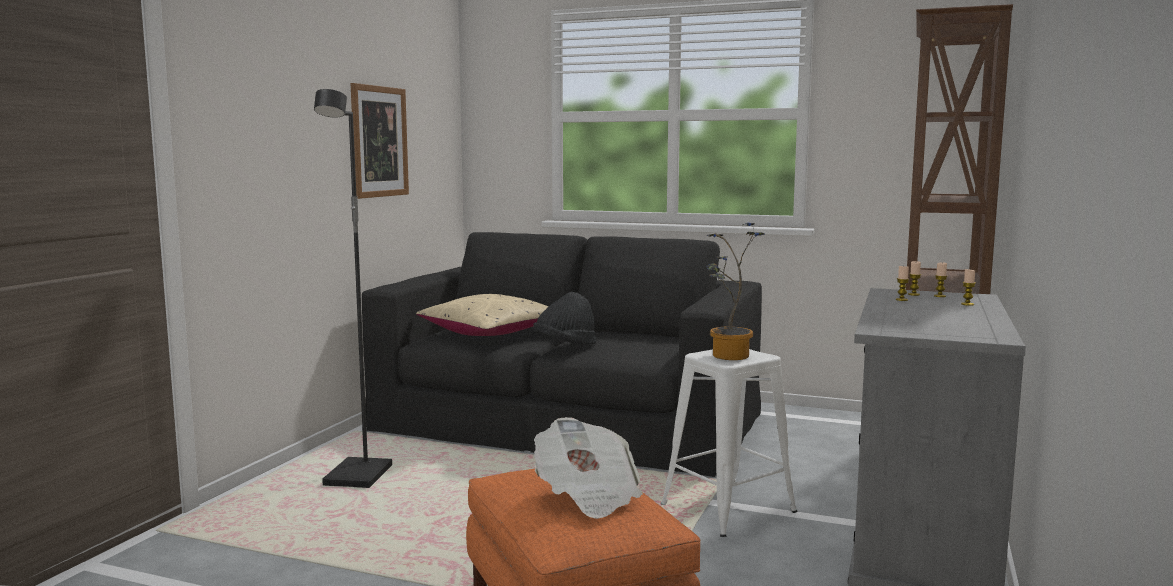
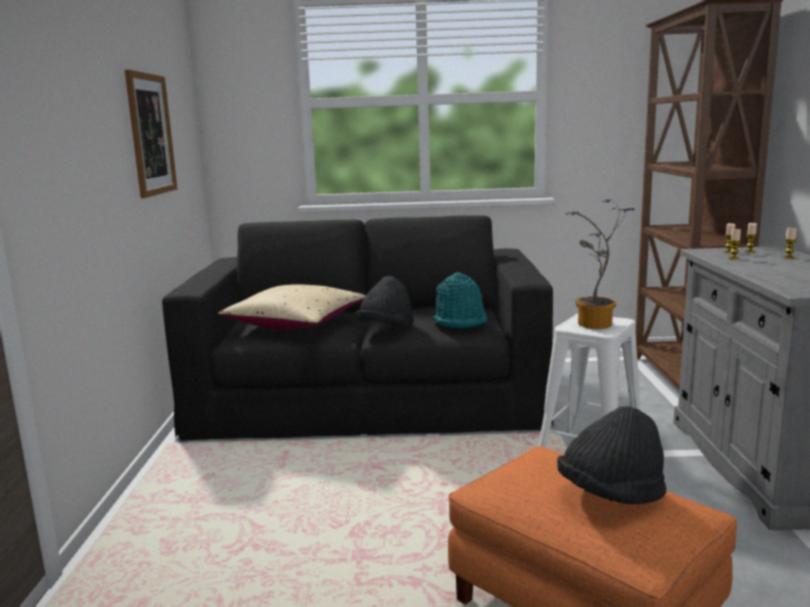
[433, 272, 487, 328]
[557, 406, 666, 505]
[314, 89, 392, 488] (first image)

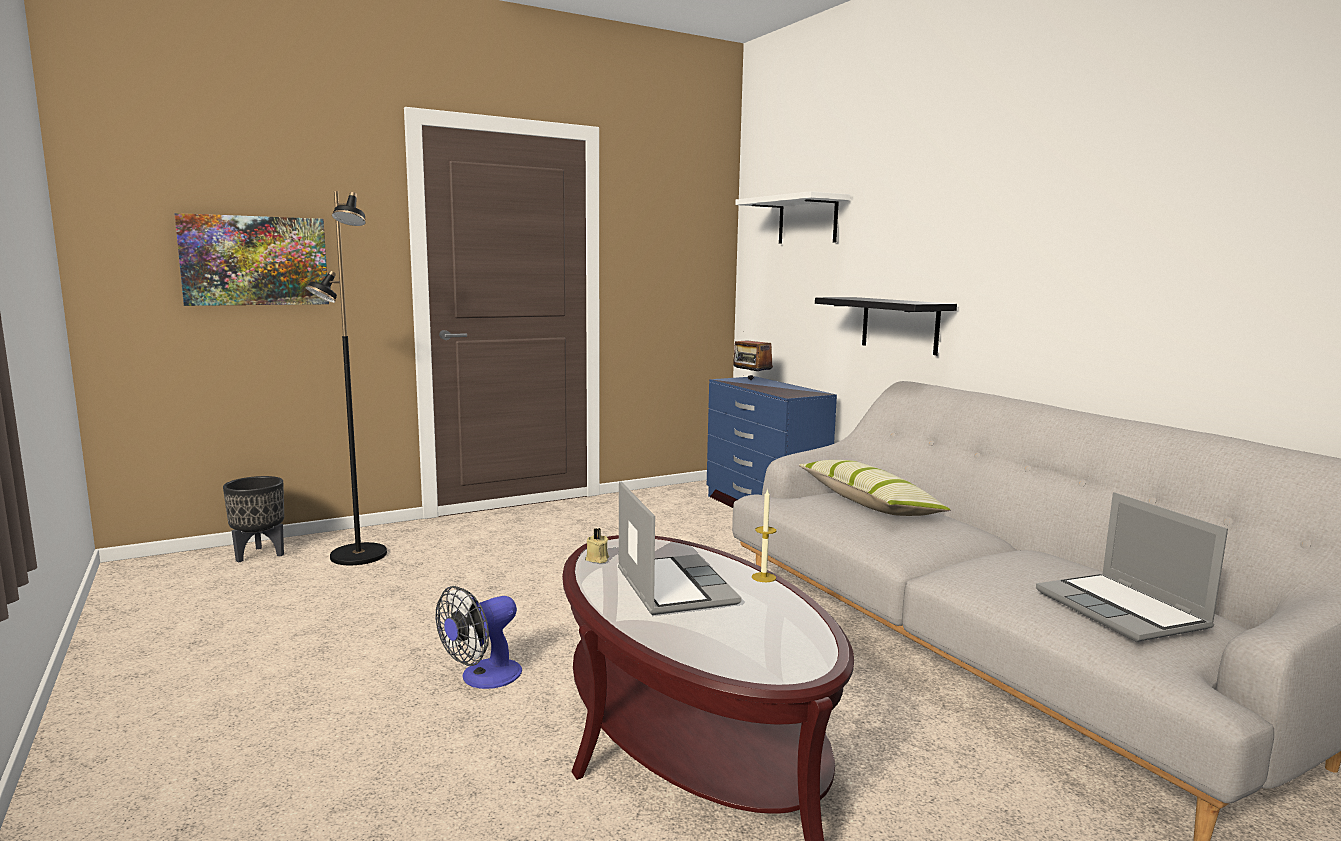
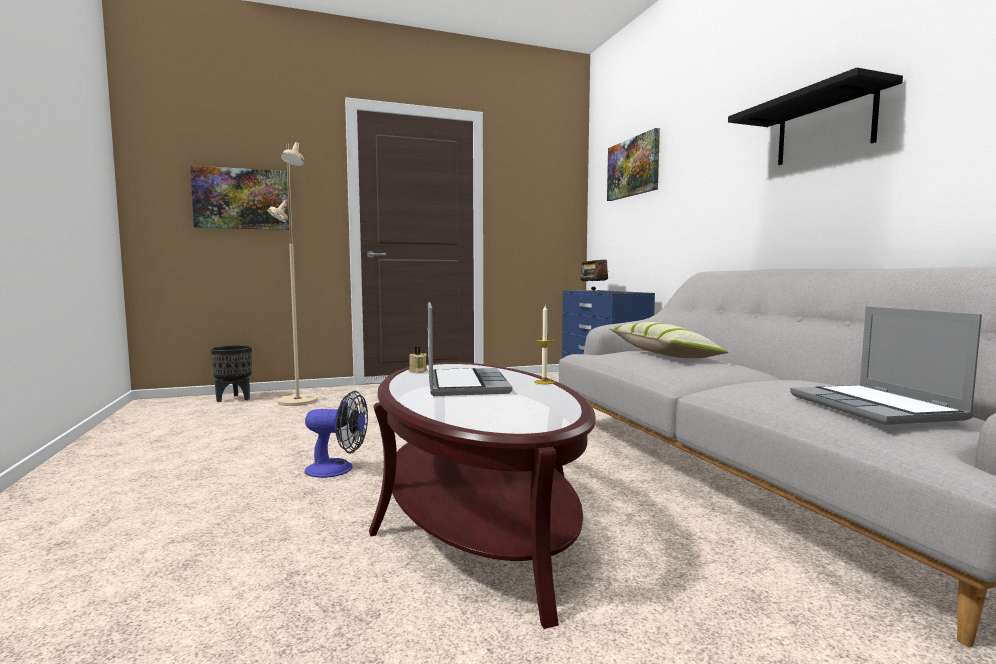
[267, 142, 318, 406]
[305, 391, 368, 478]
[607, 128, 660, 201]
[728, 67, 903, 165]

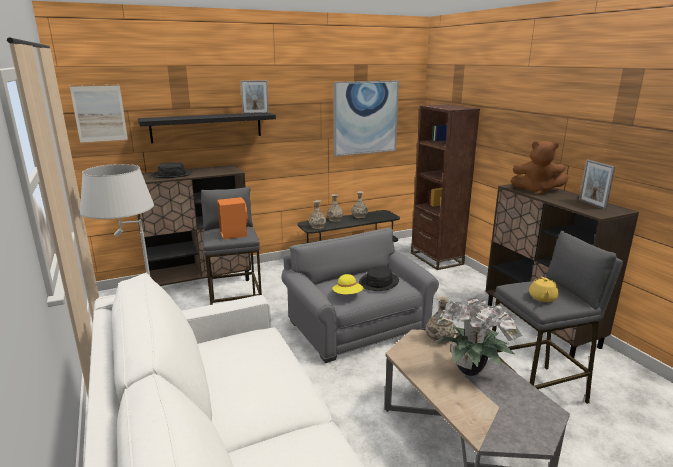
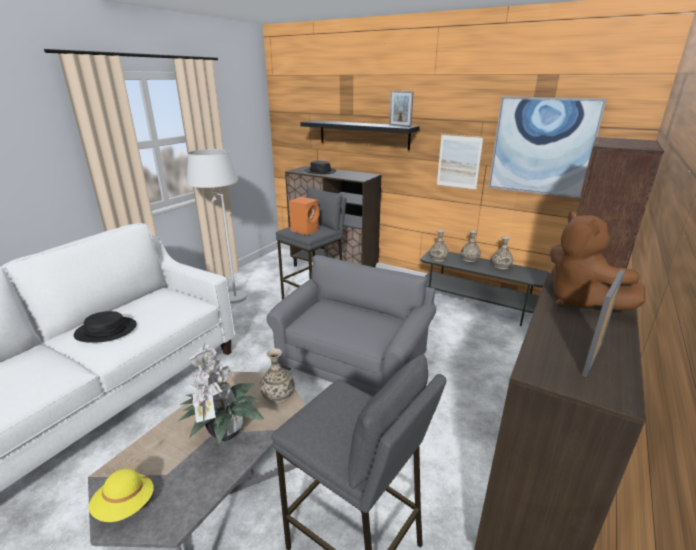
[74, 311, 137, 343]
[89, 468, 154, 522]
[437, 134, 483, 190]
[529, 277, 559, 302] (first image)

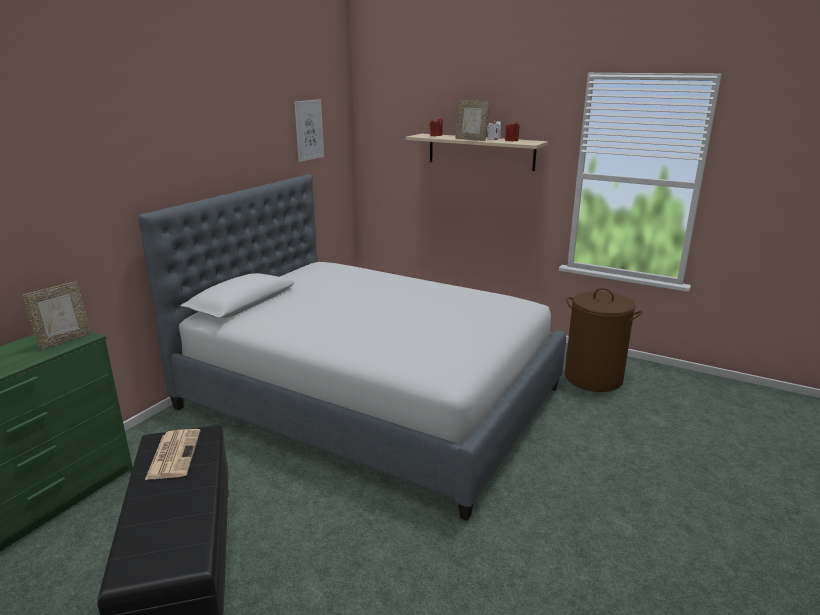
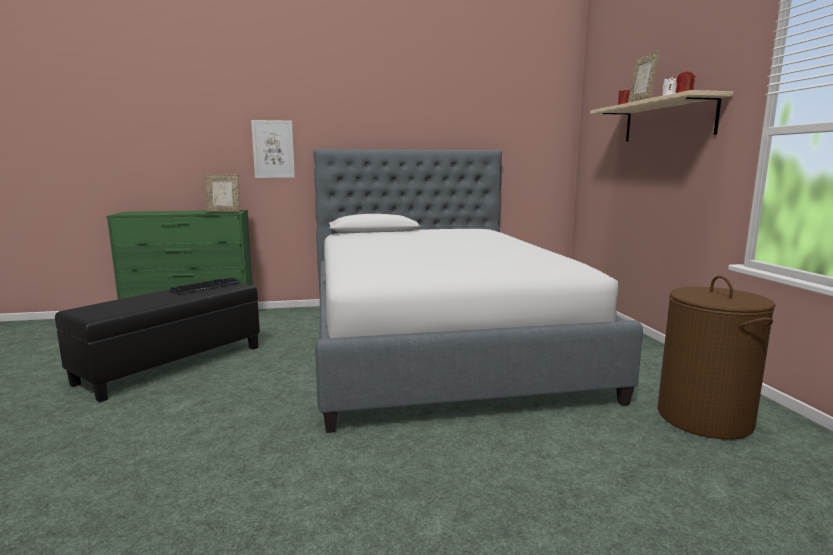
[170, 278, 241, 294]
[251, 120, 295, 178]

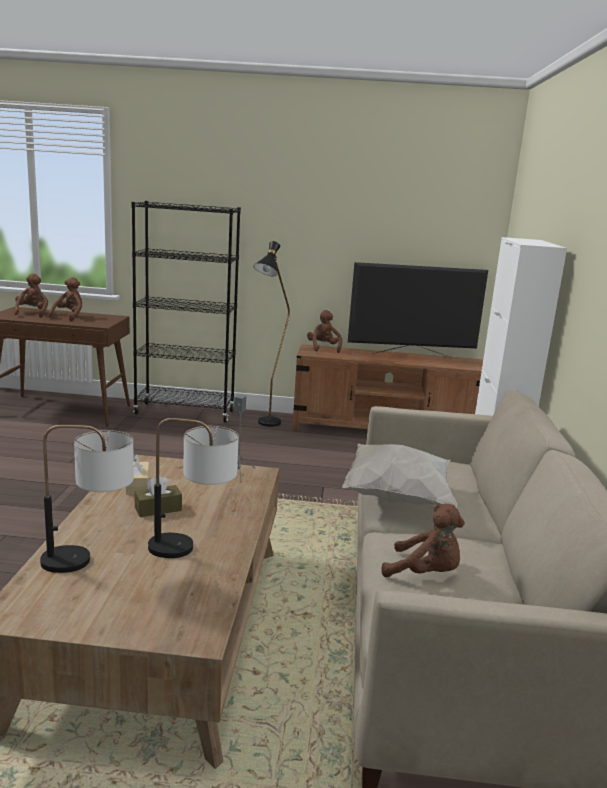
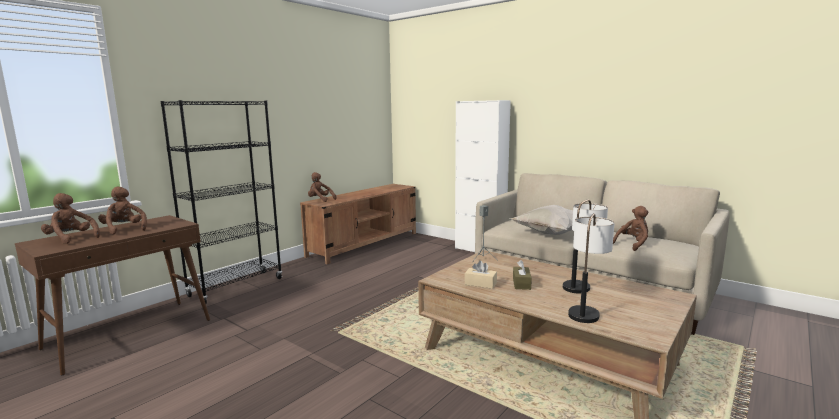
[253, 241, 290, 427] (first image)
[348, 262, 488, 357] (first image)

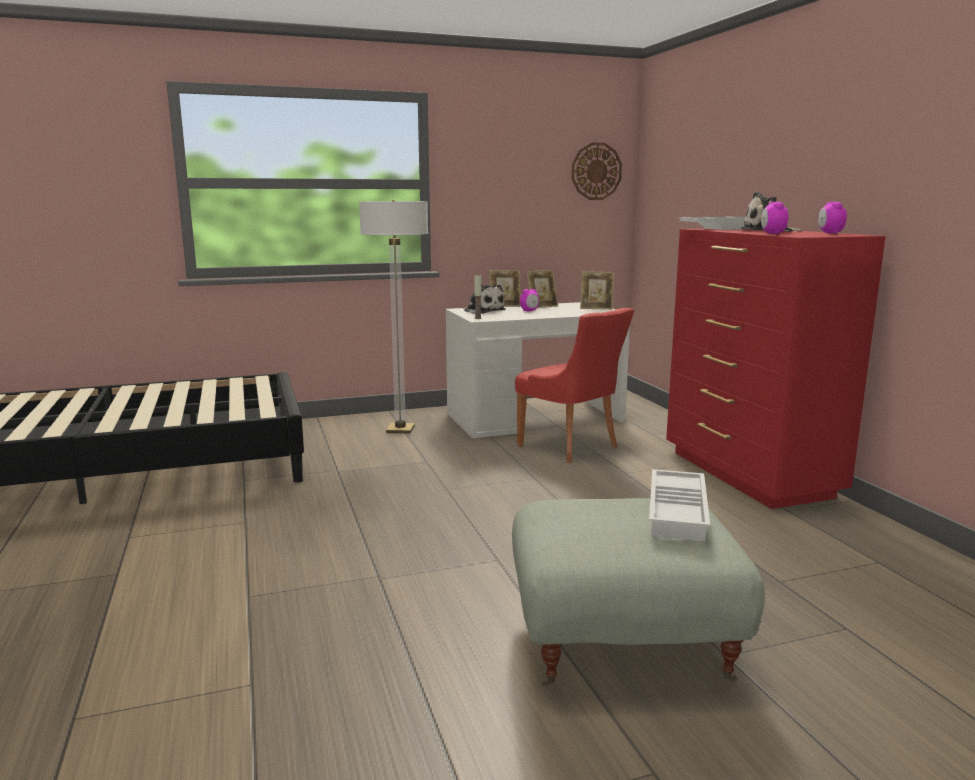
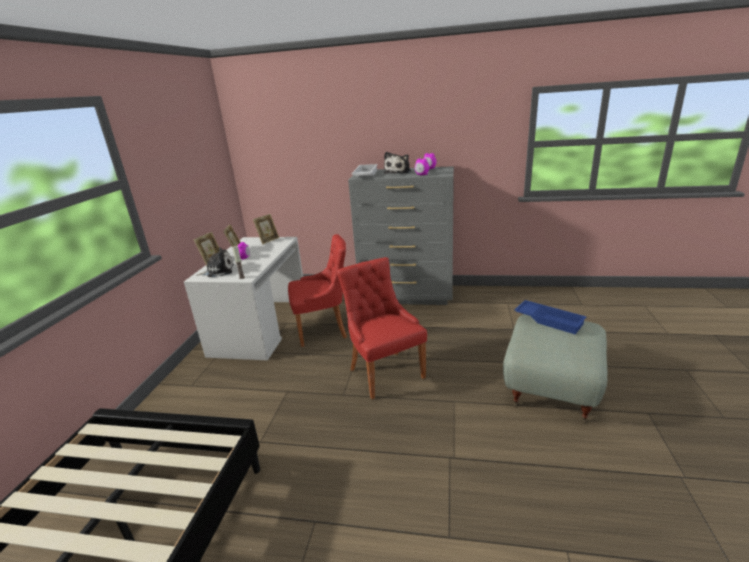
[336, 257, 427, 399]
[348, 166, 454, 305]
[514, 300, 586, 334]
[359, 200, 428, 433] (first image)
[572, 142, 622, 200] (first image)

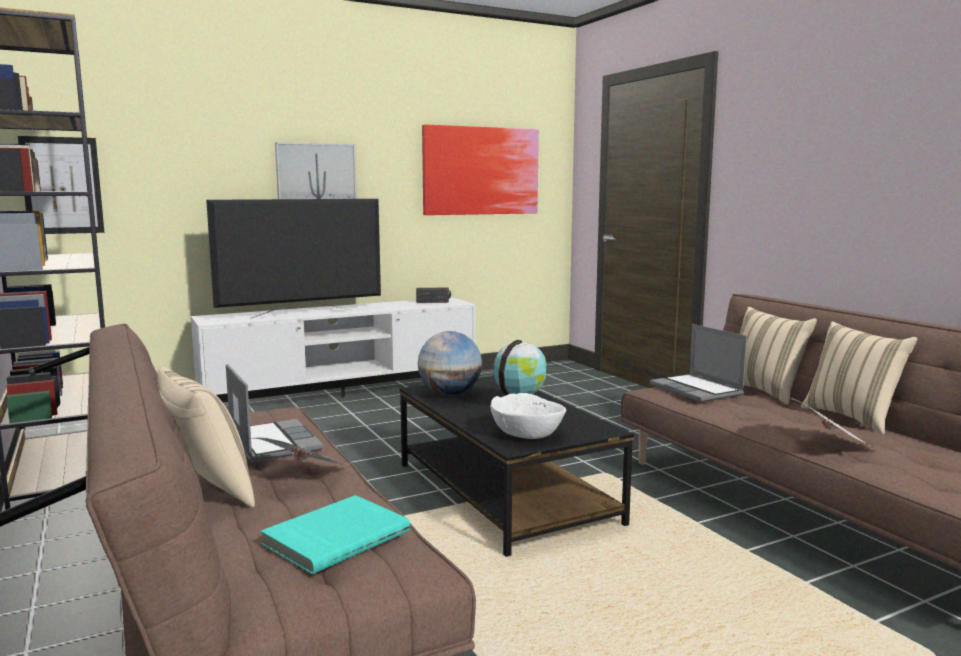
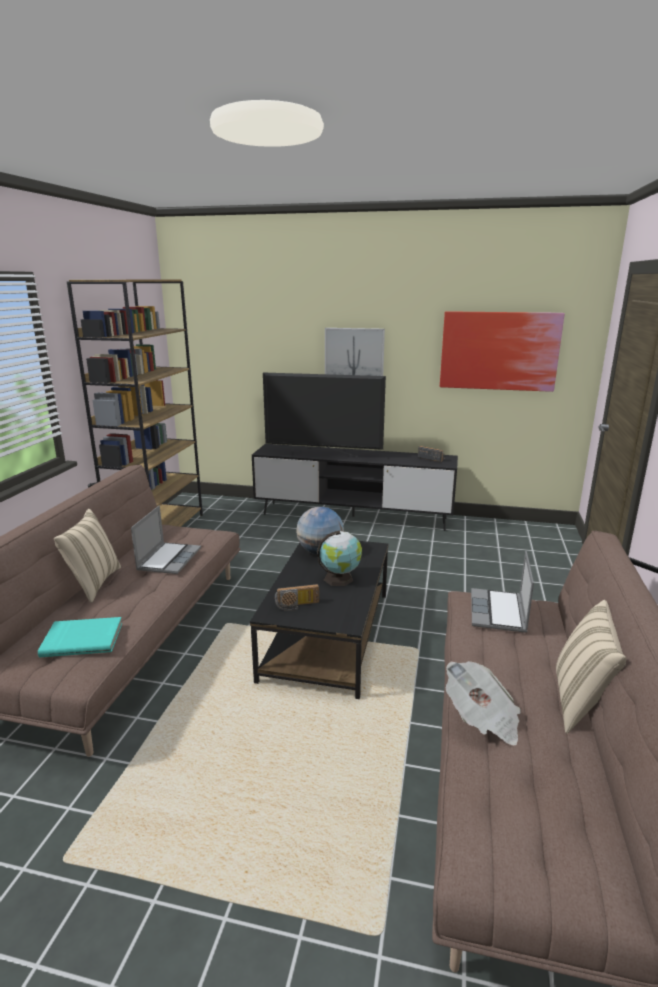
[252, 444, 458, 531]
[275, 584, 319, 611]
[18, 136, 104, 234] (first image)
[253, 438, 346, 465] (first image)
[740, 307, 817, 405] (first image)

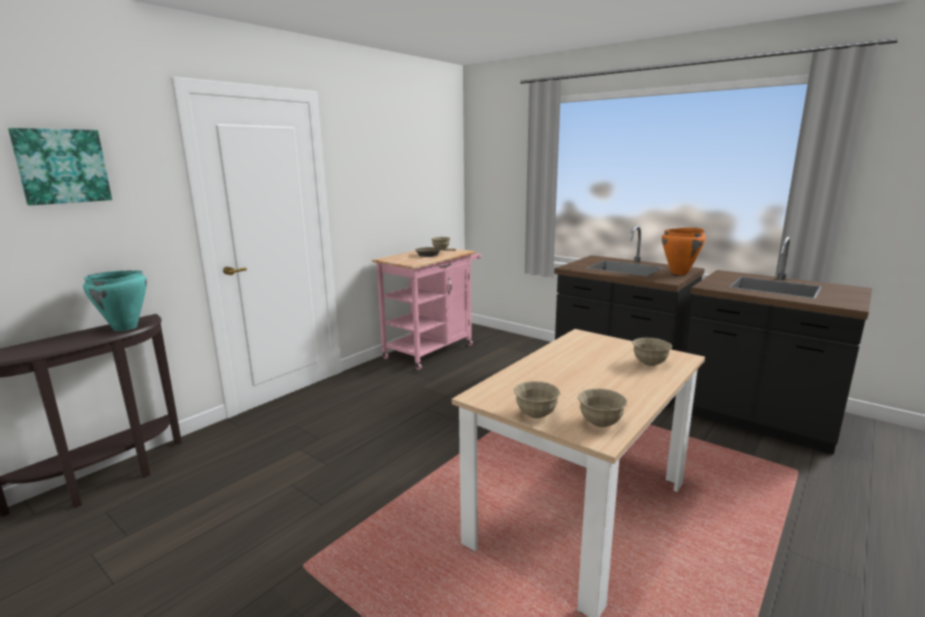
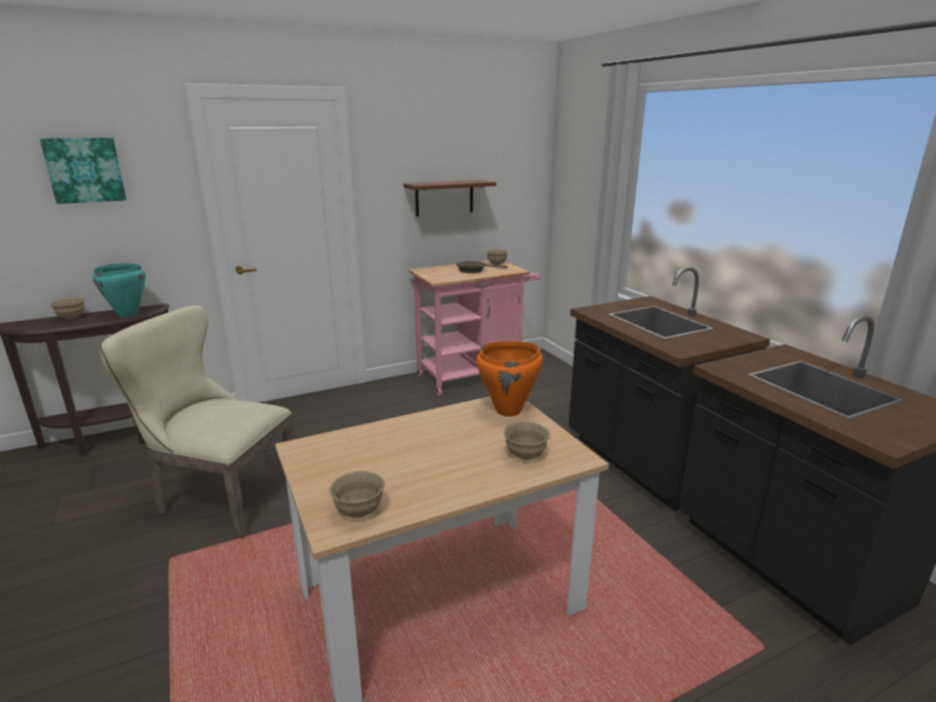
[50, 298, 85, 319]
[100, 305, 295, 539]
[403, 180, 496, 216]
[476, 341, 543, 417]

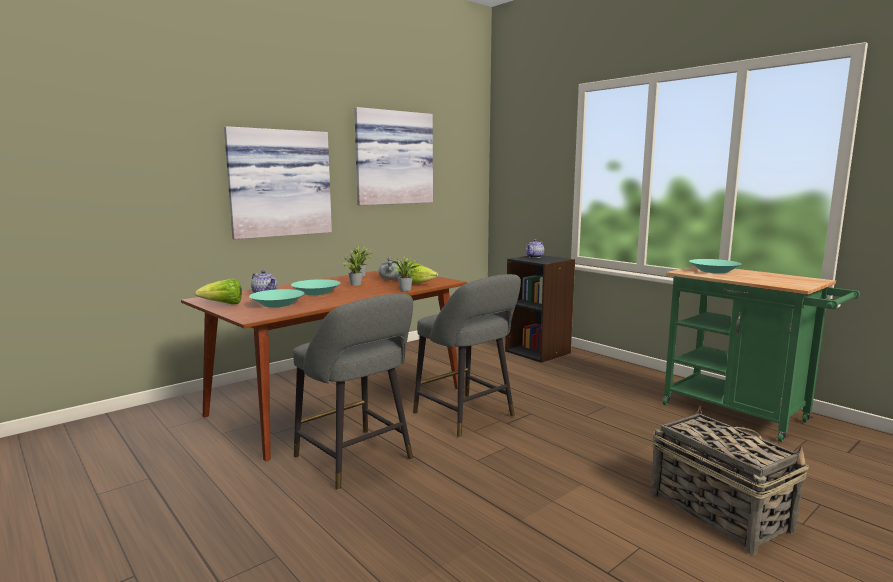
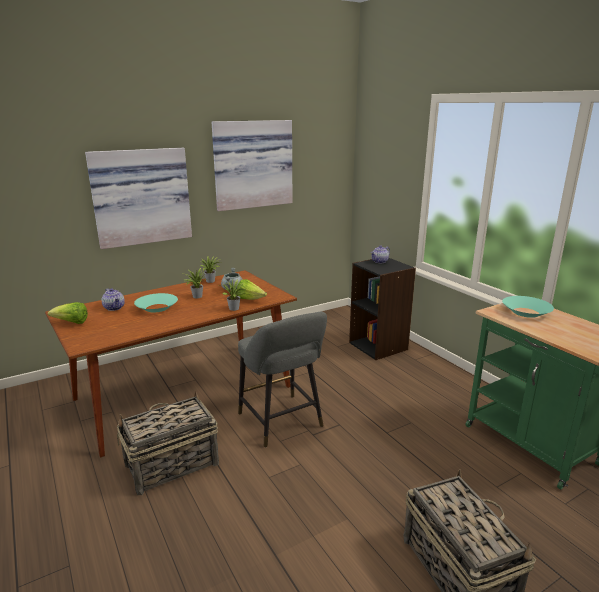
[117, 391, 219, 495]
[249, 289, 305, 307] (first image)

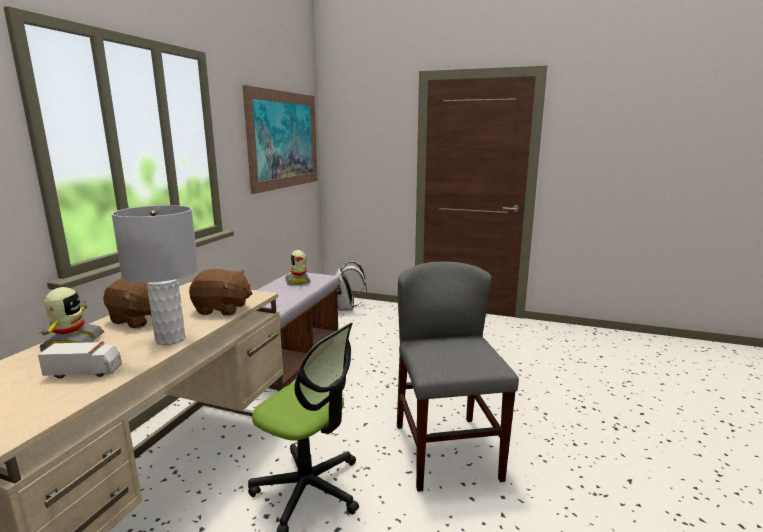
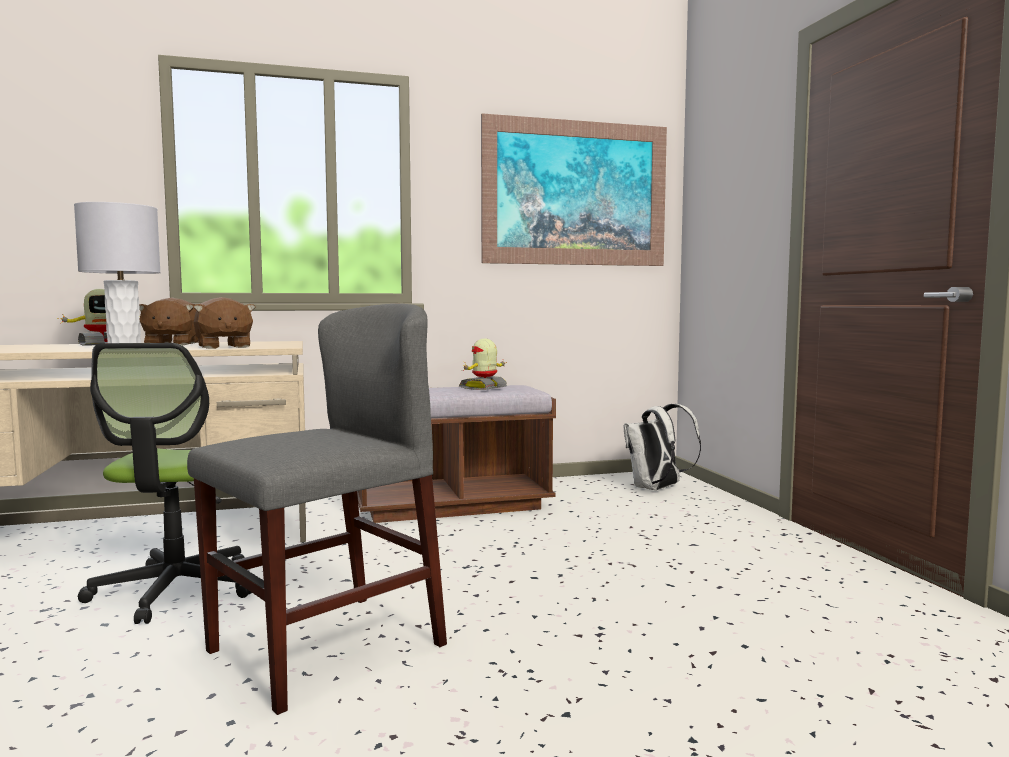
[38, 341, 122, 379] (first image)

